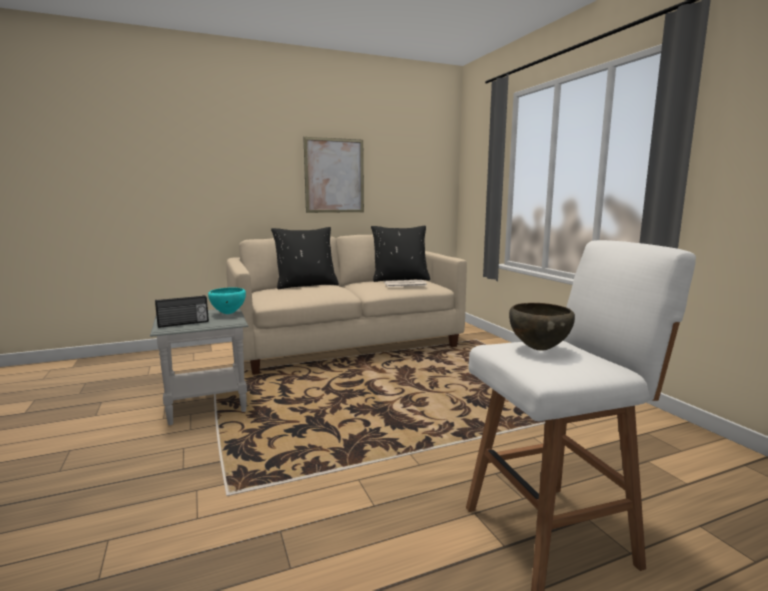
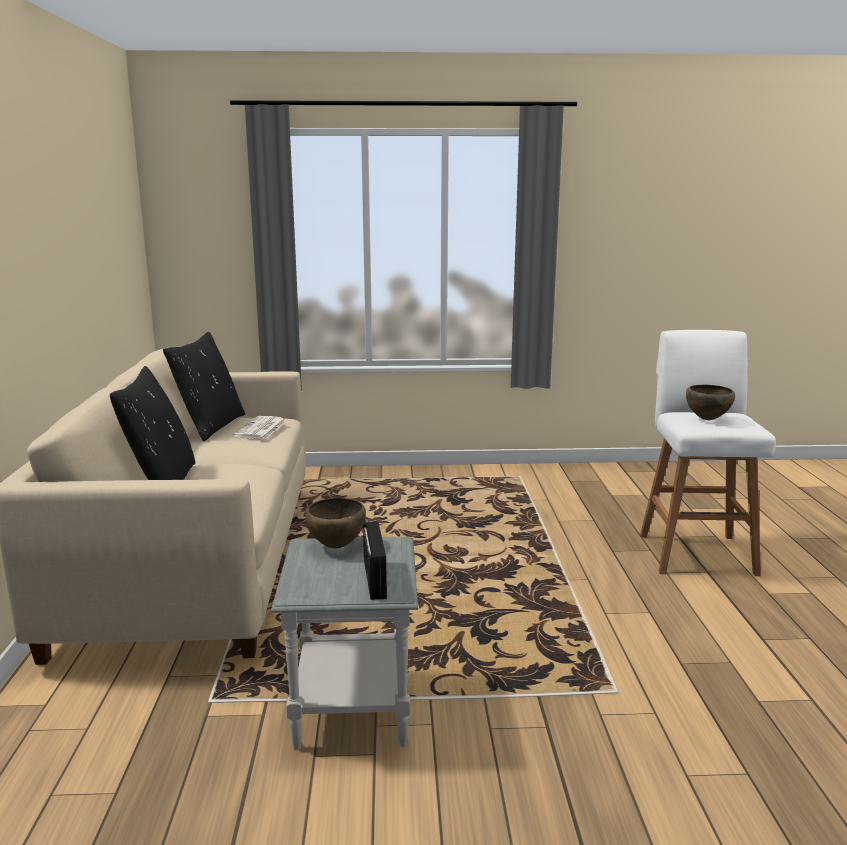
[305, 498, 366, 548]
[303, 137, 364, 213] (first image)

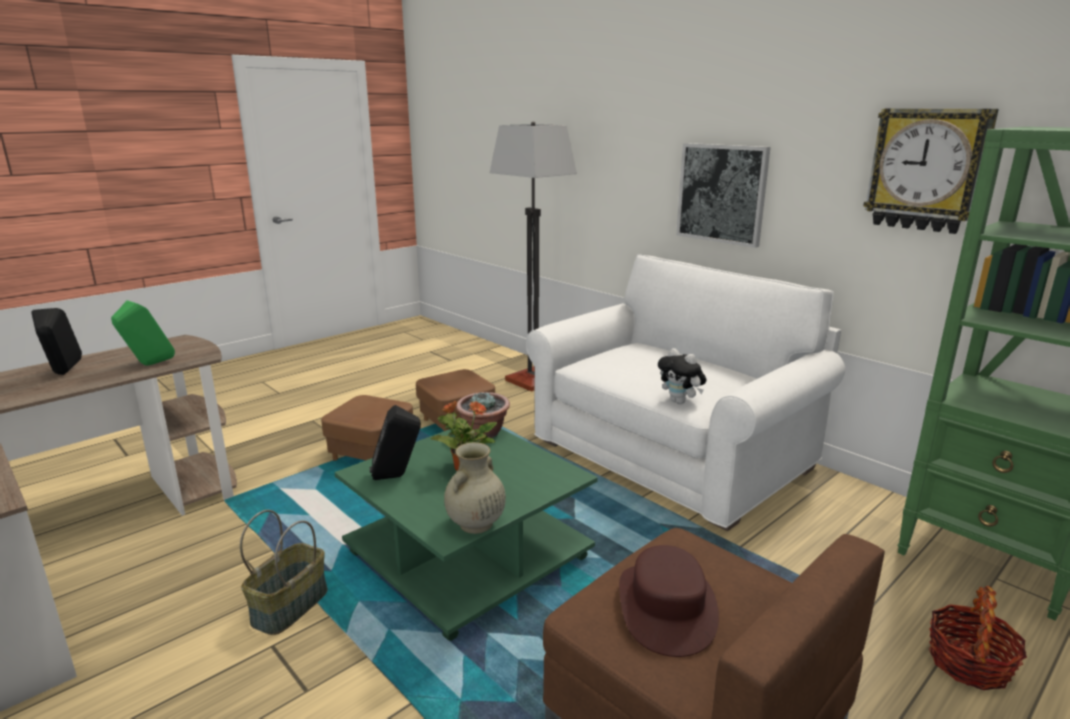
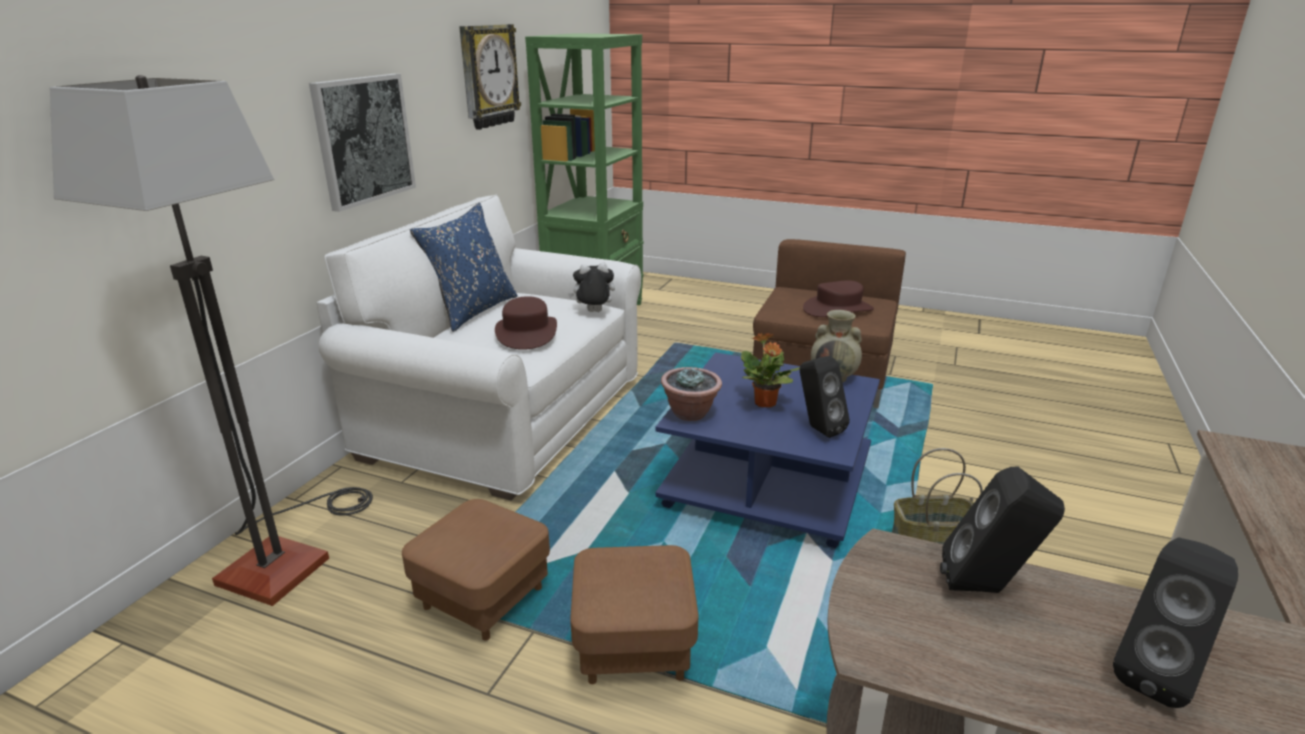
[410, 203, 518, 332]
[495, 296, 557, 350]
[568, 263, 615, 312]
[655, 352, 880, 548]
[940, 466, 1065, 593]
[928, 586, 1027, 690] (first image)

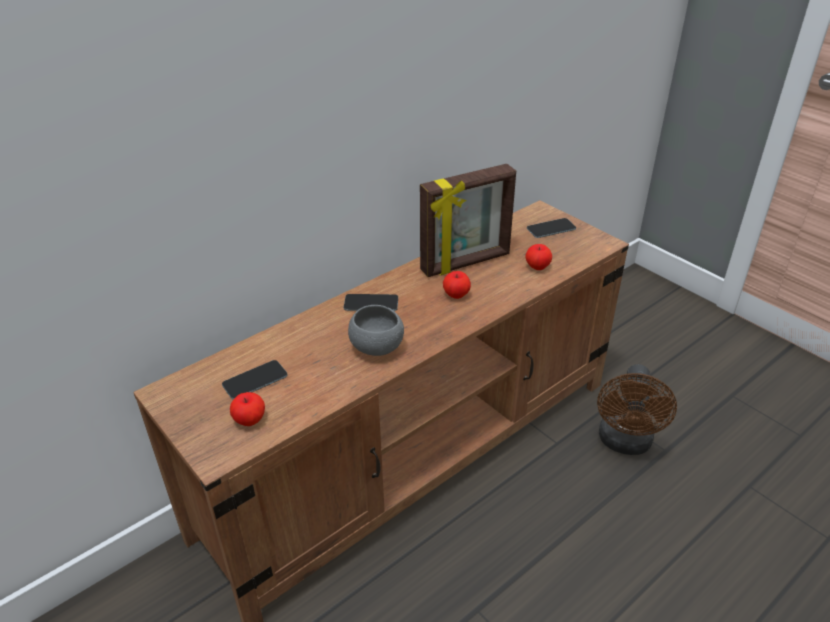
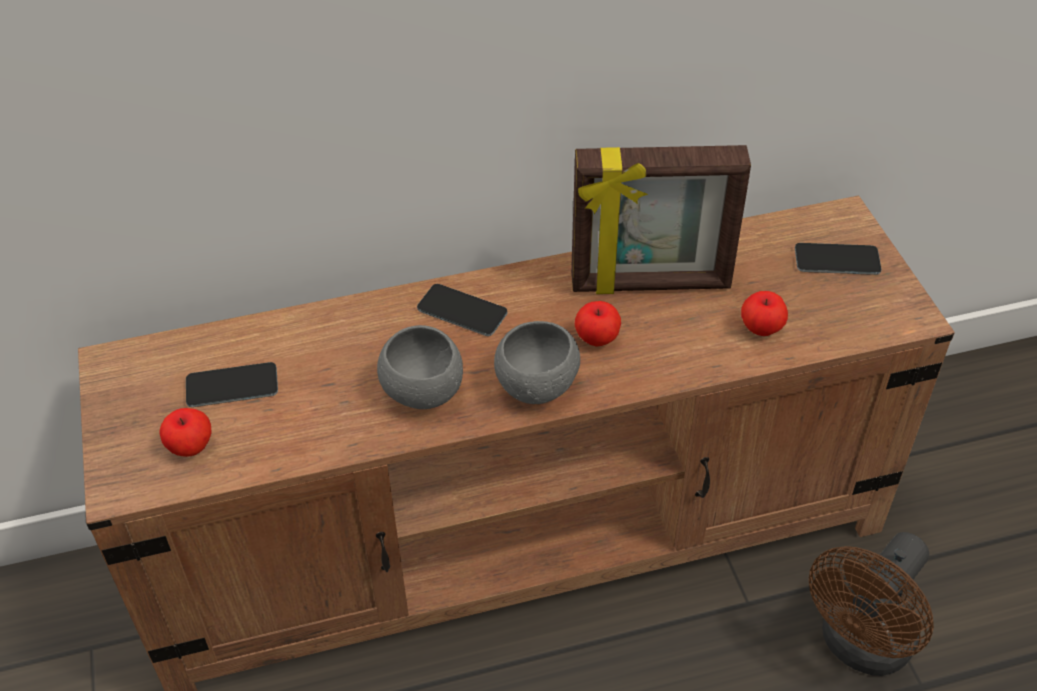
[494, 321, 580, 404]

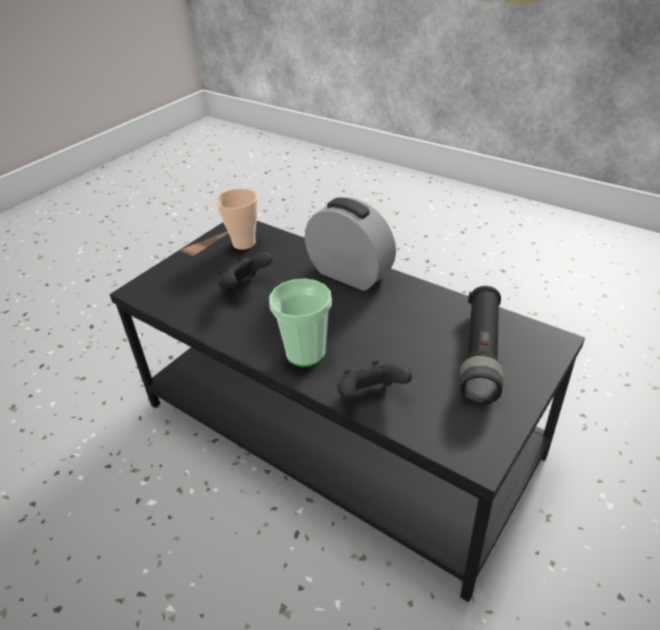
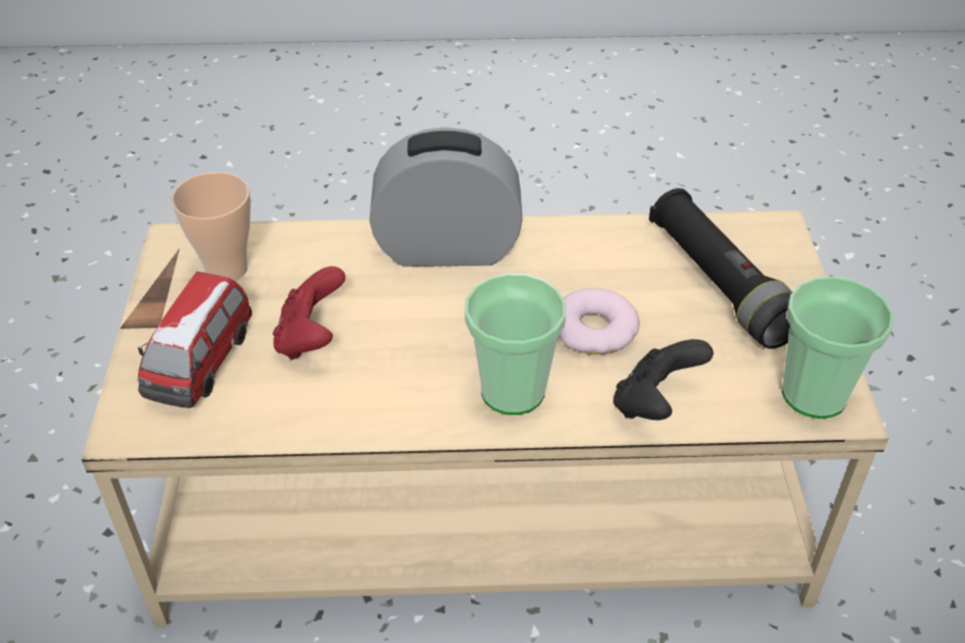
[82, 210, 889, 626]
[138, 271, 252, 408]
[273, 266, 345, 360]
[558, 288, 640, 355]
[782, 276, 893, 419]

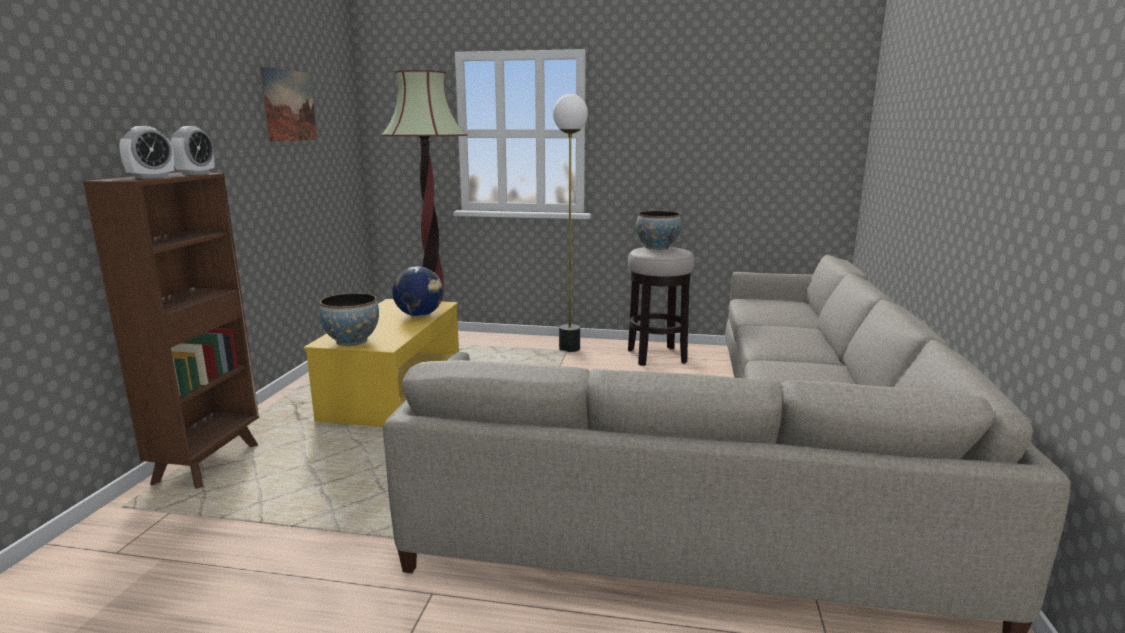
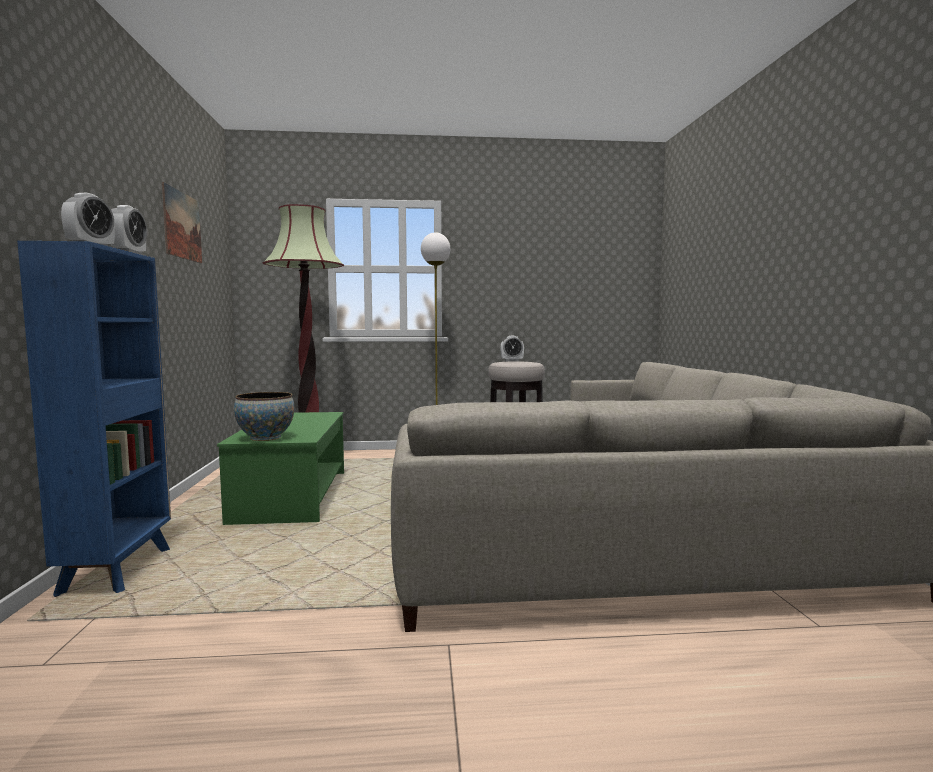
[17, 241, 171, 597]
[217, 412, 344, 525]
[500, 336, 524, 361]
[392, 266, 443, 316] (first image)

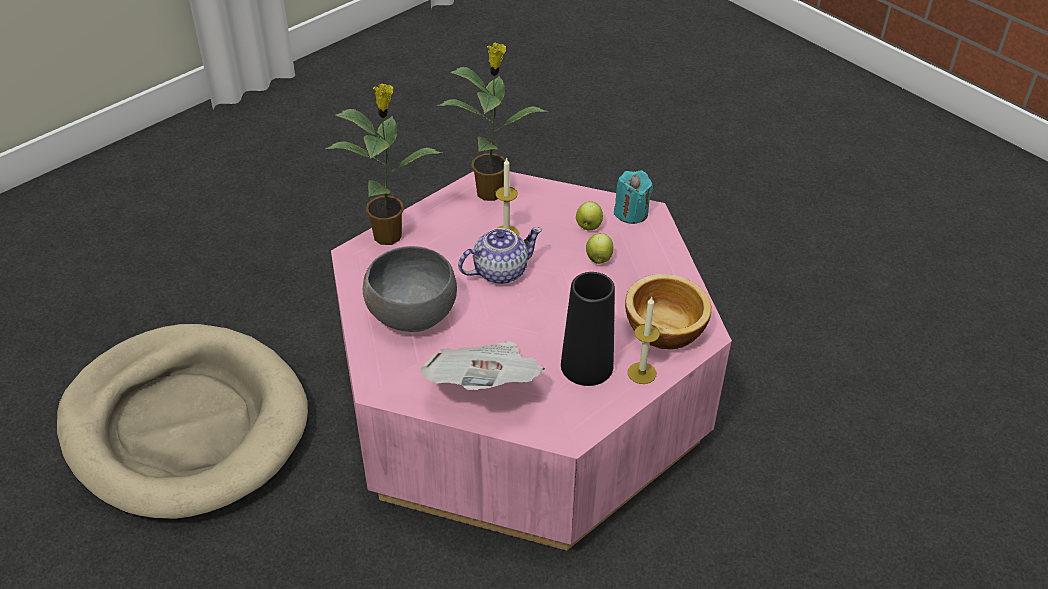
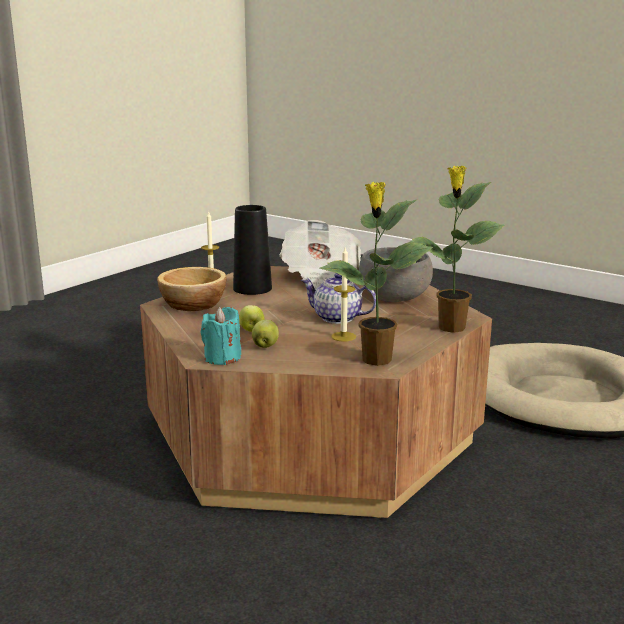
[140, 266, 492, 518]
[301, 273, 376, 324]

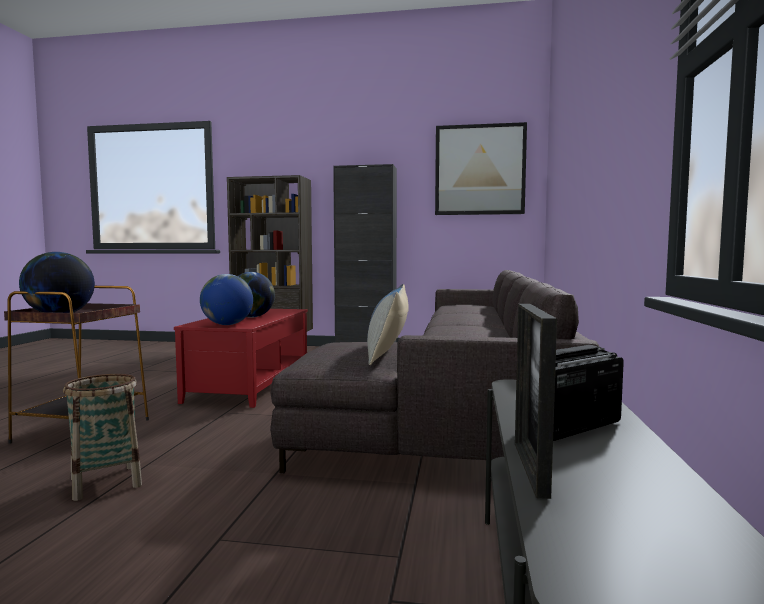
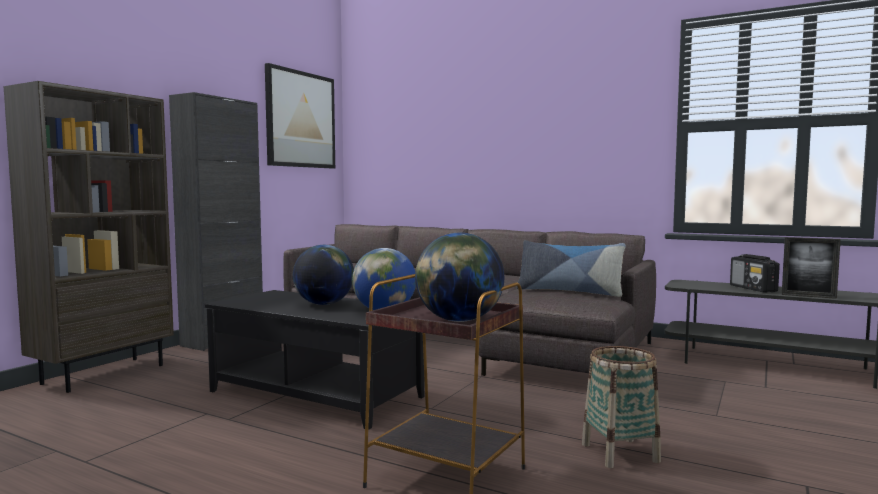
[205, 290, 425, 430]

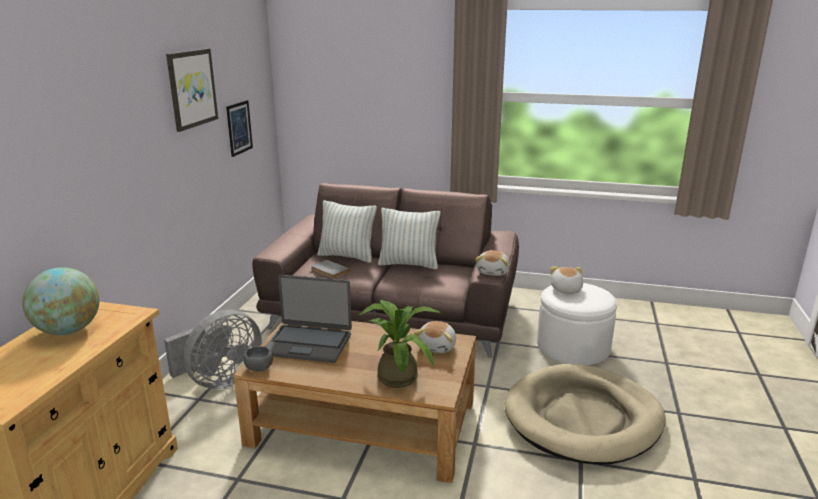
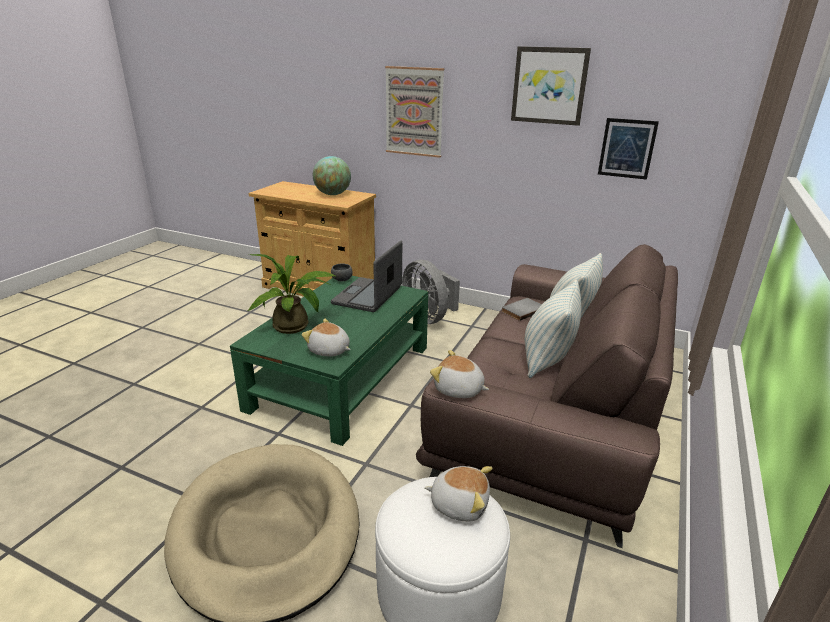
[230, 276, 428, 446]
[385, 66, 444, 158]

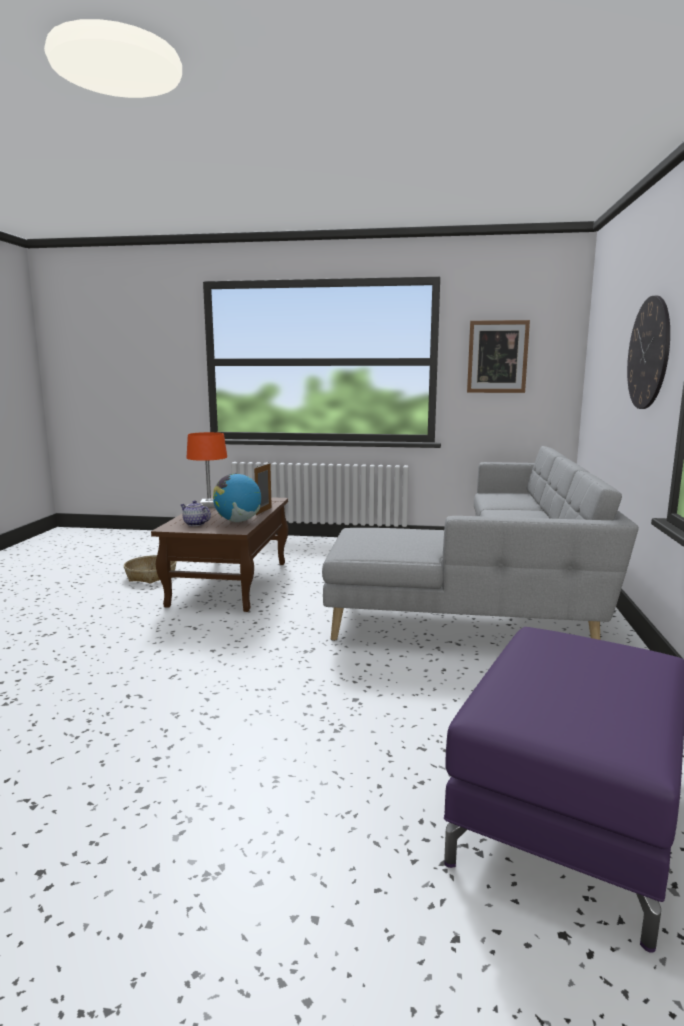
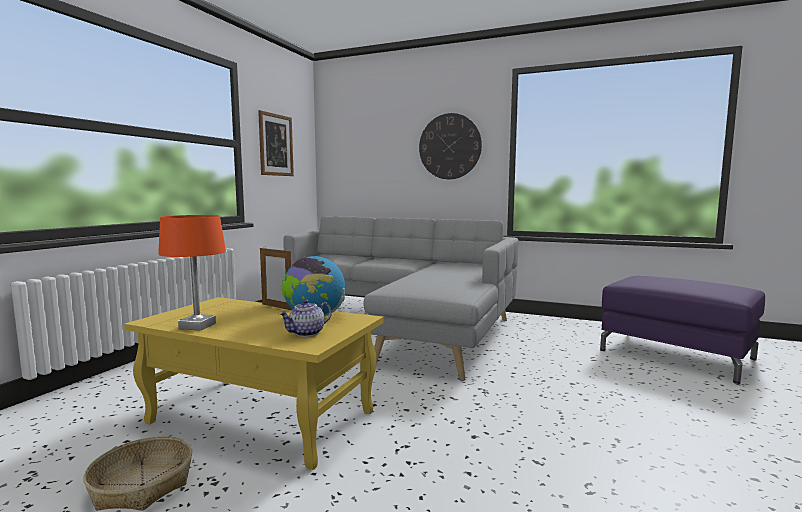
[124, 297, 384, 470]

